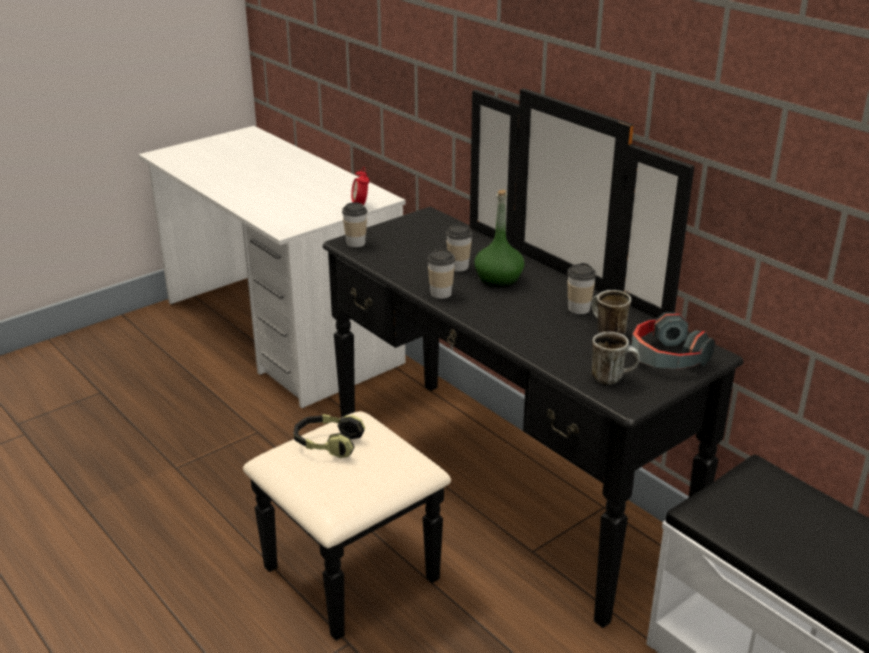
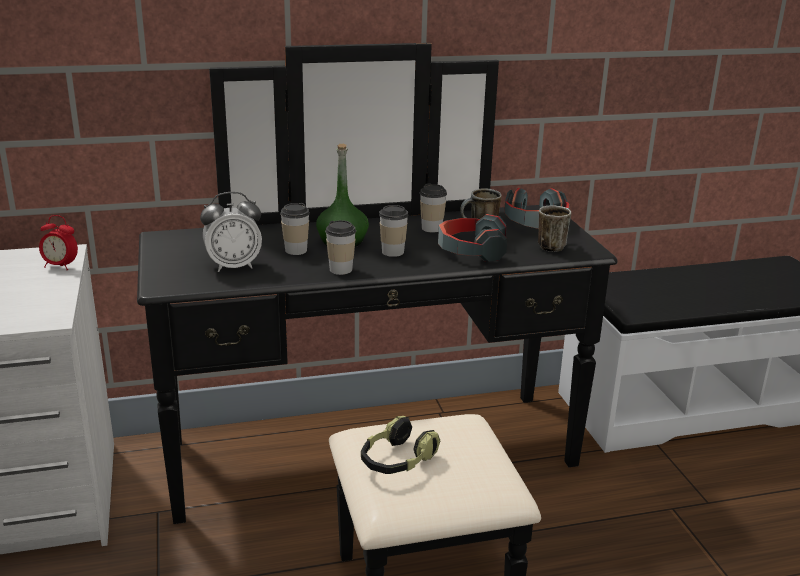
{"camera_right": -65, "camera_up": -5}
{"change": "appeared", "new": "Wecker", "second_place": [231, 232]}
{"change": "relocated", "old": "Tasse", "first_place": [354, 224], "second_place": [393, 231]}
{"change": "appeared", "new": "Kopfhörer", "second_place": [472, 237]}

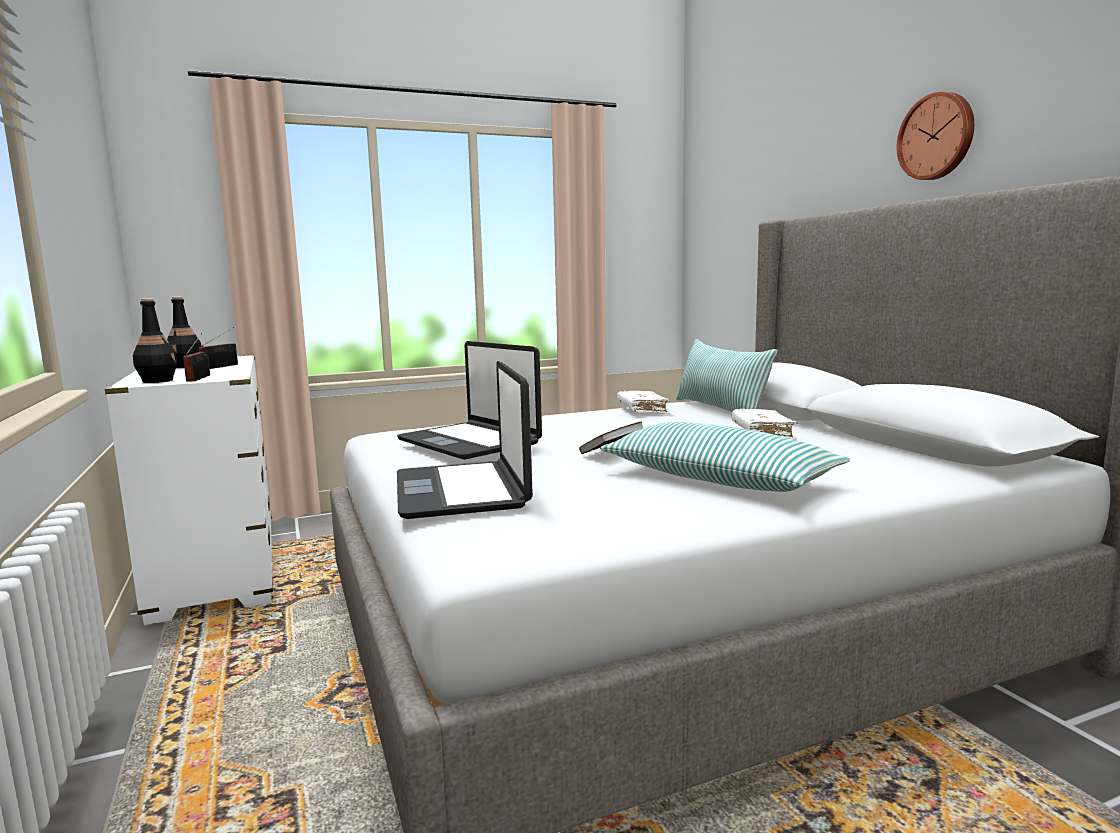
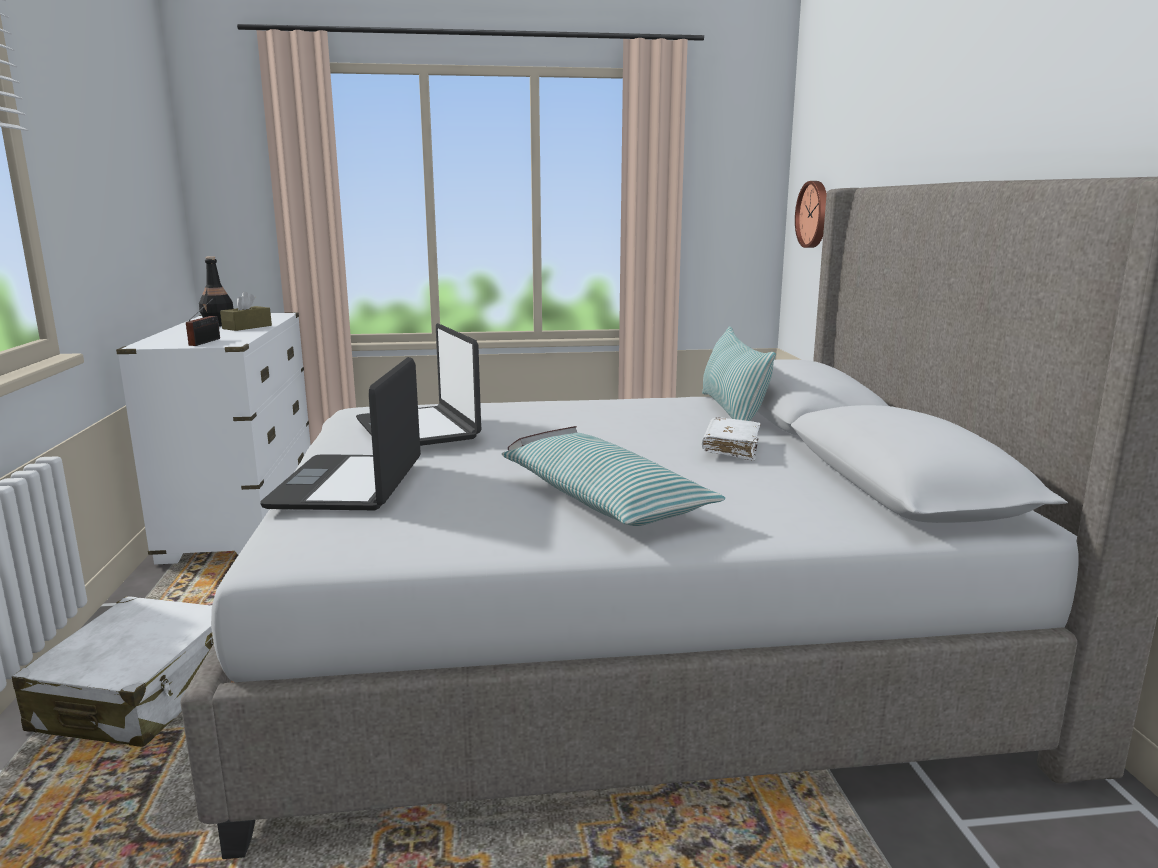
{"camera_right": 15, "camera_up": 5}
{"change": "appeared", "new": "Koffer (weiß)", "second_place": [112, 671]}
{"change": "exchanged", "old": "Radio", "new": "Taschentuchbox (braun)", "first_place": [218, 348], "second_place": [246, 311]}
{"change": "relocated", "old": "Wanduhr", "first_place": [935, 136], "second_place": [811, 214]}
{"change": "missing", "old": "Flasche (schwarz)", "first_place": [155, 340]}
{"change": "missing", "old": "Buch (weiß)", "first_place": [643, 402]}

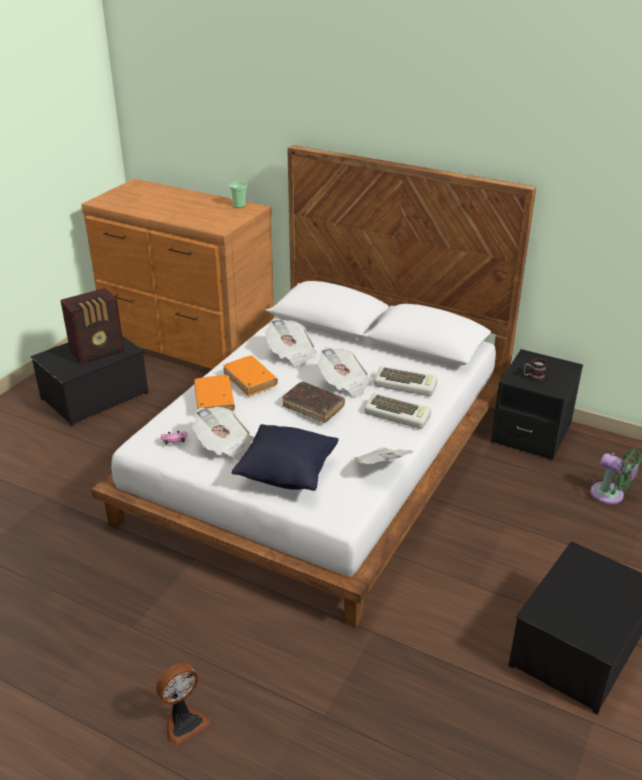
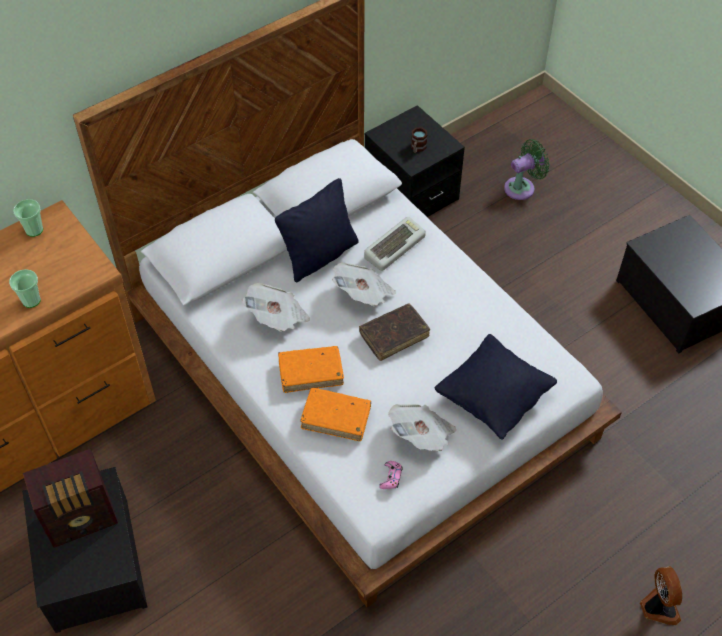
{"camera_right": -65, "camera_up": 20}
{"change": "appeared", "new": "Tasse", "second_place": [25, 288]}
{"change": "spun", "old": "Radio", "first_place": [92, 326], "second_place": [70, 498], "degrees": 75}
{"change": "appeared", "new": "Kissen (schwarz)", "second_place": [317, 230]}
{"change": "missing", "old": "Zeitung", "first_place": [384, 456]}
{"change": "missing", "old": "Tastatur", "first_place": [397, 411]}

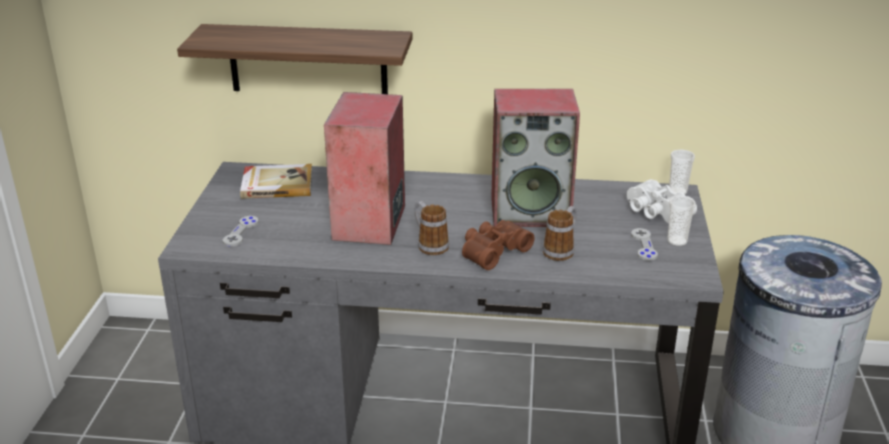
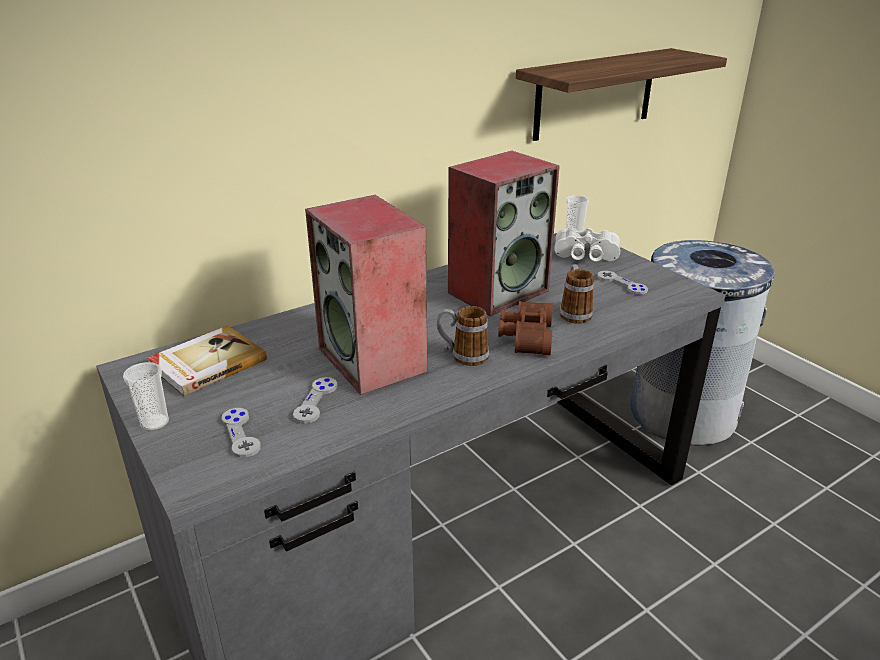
{"camera_right": -40, "camera_up": 0}
{"change": "relocated", "old": "Tasse", "first_place": [681, 221], "second_place": [146, 396]}
{"change": "appeared", "new": "Gamepad (grau)", "second_place": [315, 400]}
{"change": "relocated", "old": "Wandregal", "first_place": [294, 59], "second_place": [621, 94]}

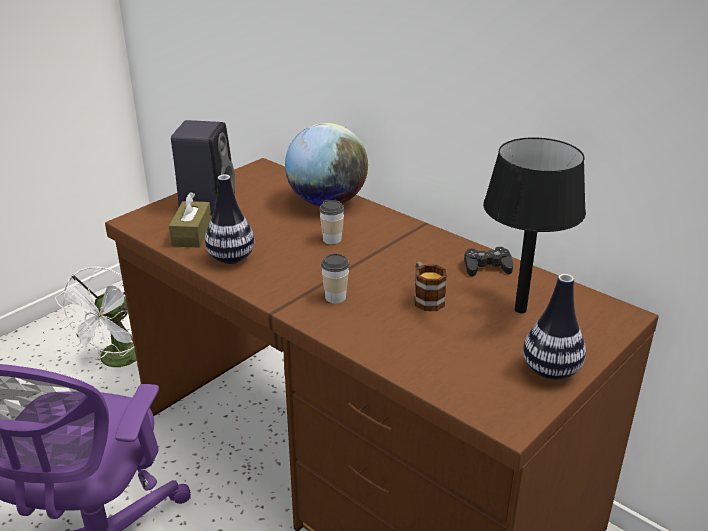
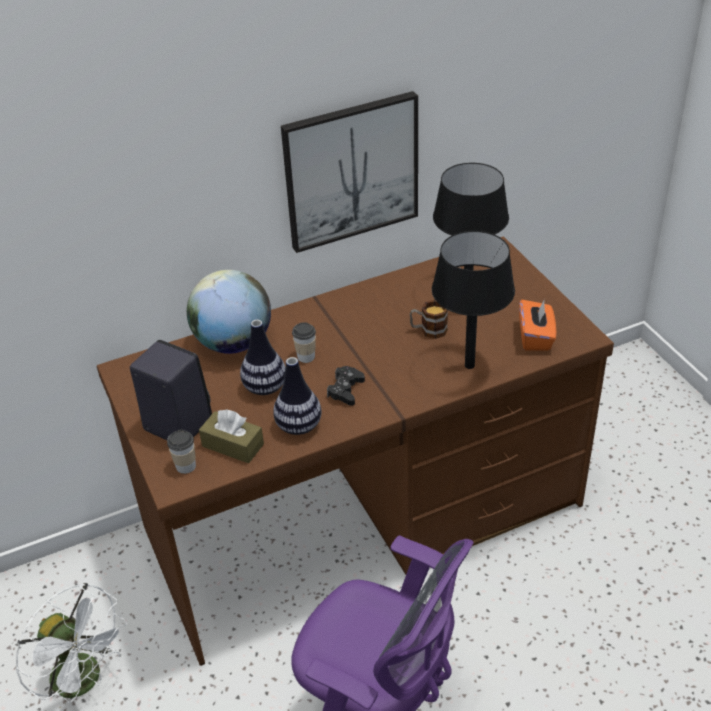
{"camera_right": -65, "camera_up": 10}
{"change": "relocated", "old": "Tasse", "first_place": [335, 278], "second_place": [181, 451]}
{"change": "relocated", "old": "Vase", "first_place": [554, 327], "second_place": [263, 357]}
{"change": "appeared", "new": "Bild", "second_place": [349, 172]}
{"change": "relocated", "old": "Gamepad (schwarz)", "first_place": [488, 261], "second_place": [346, 386]}
{"change": "appeared", "new": "Tischlampe (schwarz)", "second_place": [473, 300]}
{"change": "appeared", "new": "Taschentuchbox (orange)", "second_place": [537, 325]}

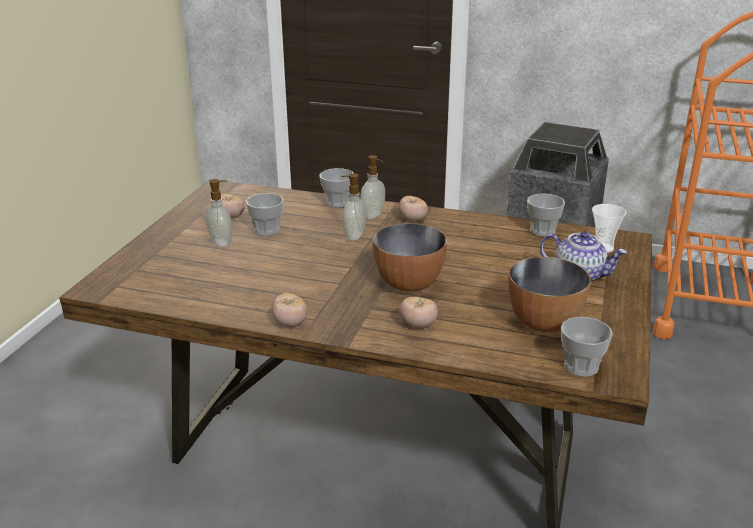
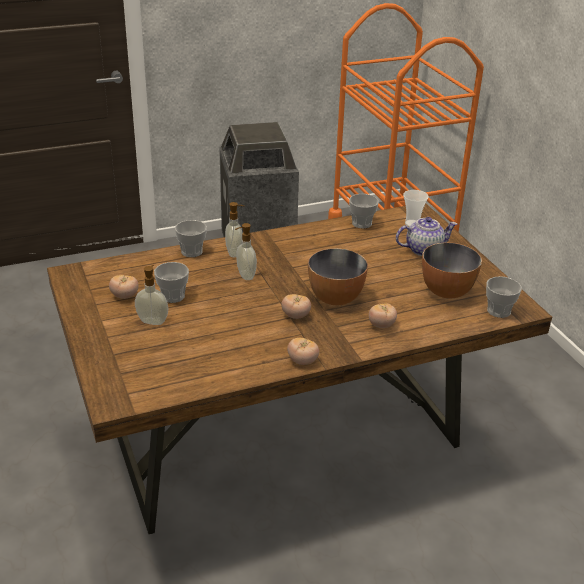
{"camera_right": -40, "camera_up": 5}
{"change": "relocated", "old": "Tomate", "first_place": [413, 208], "second_place": [296, 306]}

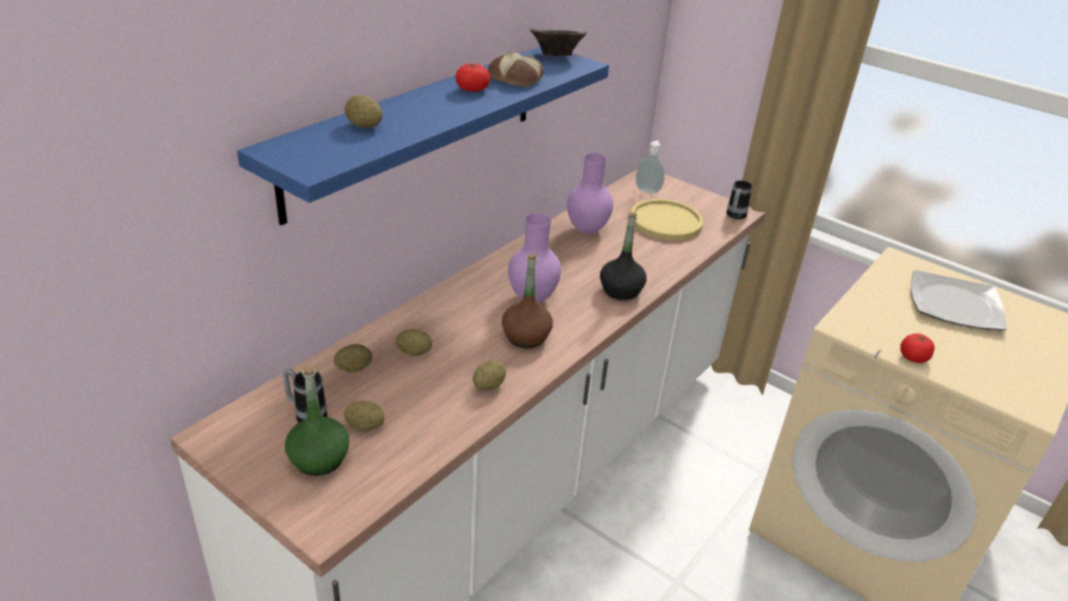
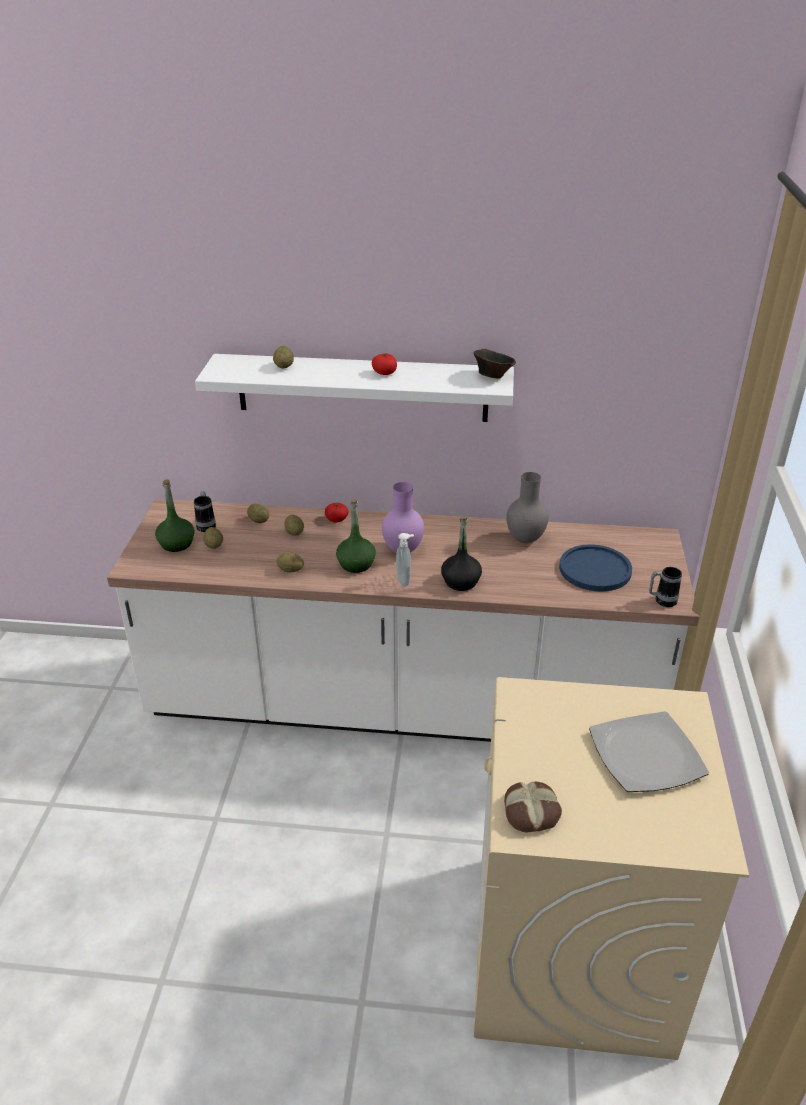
{"camera_right": 60, "camera_up": 0}
{"change": "colour", "old": "Wandregal (blau)", "new": "Wandregal (weiß)", "first_place": [423, 135], "second_place": [354, 388]}
{"change": "relocated", "old": "Tomate", "first_place": [917, 348], "second_place": [336, 513]}
{"change": "colour", "old": "Flasche (braun)", "new": "Flasche (grün)", "first_place": [527, 300], "second_place": [356, 536]}
{"change": "relocated", "old": "Seifenspender", "first_place": [650, 167], "second_place": [405, 559]}
{"change": "relocated", "old": "Brot", "first_place": [516, 69], "second_place": [533, 807]}
{"change": "colour", "old": "Vase (lila)", "new": "Vase (grau)", "first_place": [590, 193], "second_place": [527, 507]}
{"change": "colour", "old": "Teller (gelb)", "new": "Teller (blau)", "first_place": [667, 220], "second_place": [595, 567]}

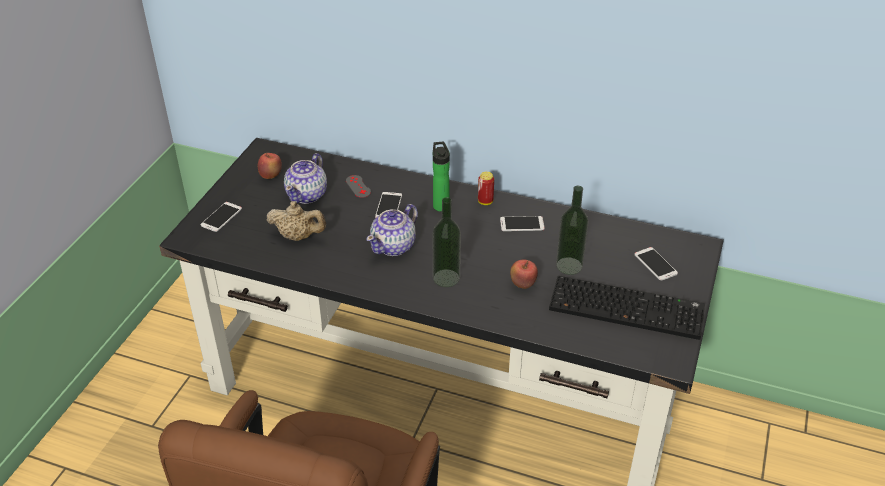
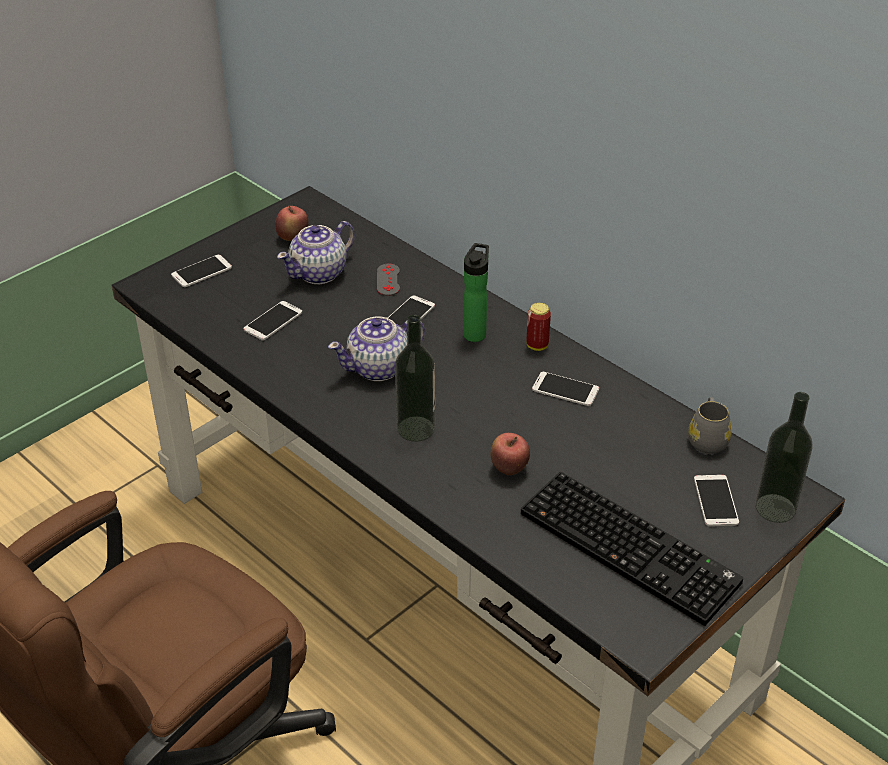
{"camera_right": 25, "camera_up": 0}
{"change": "exchanged", "old": "Teekanne (beige)", "new": "Handy", "first_place": [296, 221], "second_place": [272, 320]}
{"change": "appeared", "new": "Henkelbecher (grau)", "second_place": [709, 425]}
{"change": "relocated", "old": "Flasche", "first_place": [572, 230], "second_place": [784, 457]}

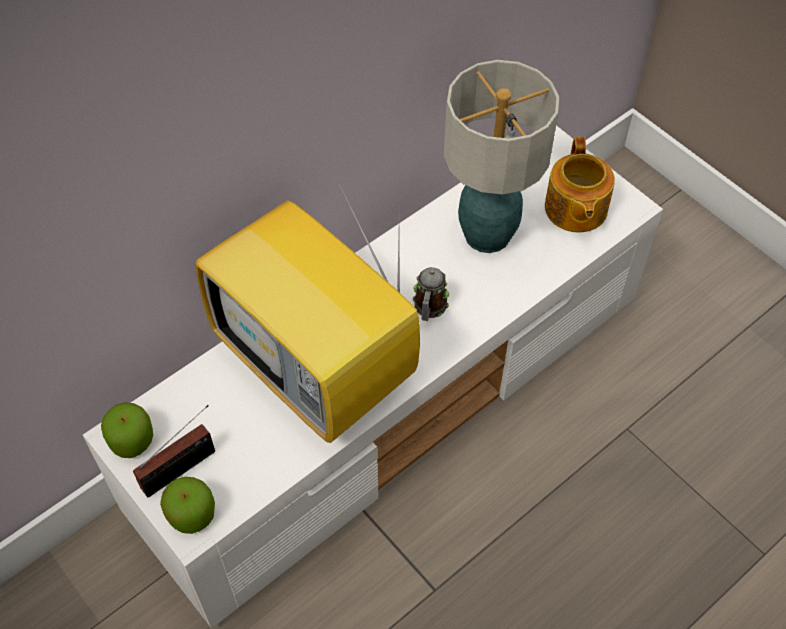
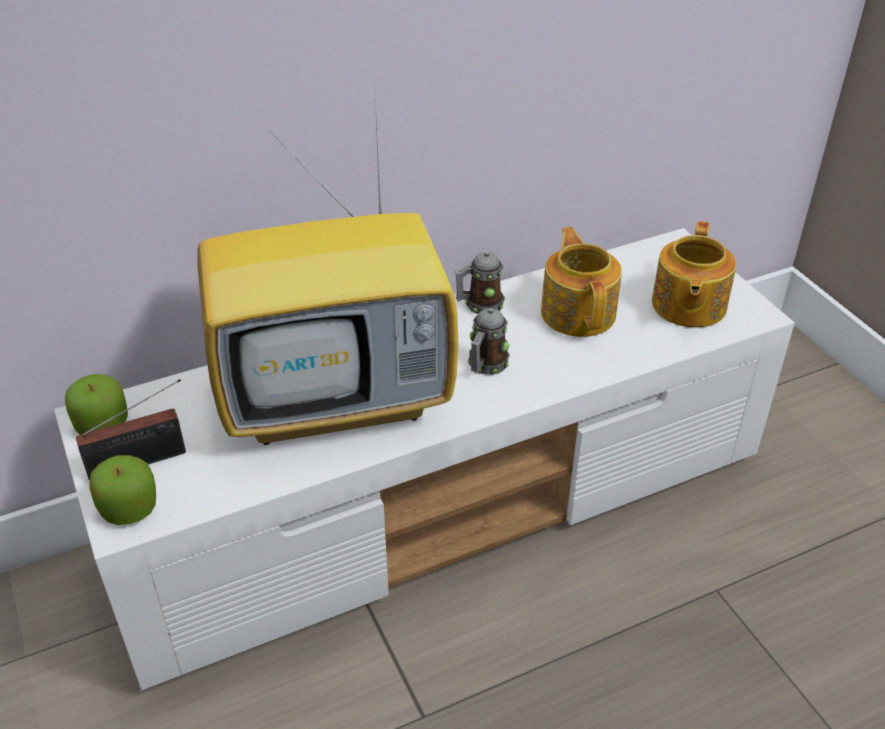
{"camera_right": 15, "camera_up": -15}
{"change": "spun", "old": "Fernseher", "first_place": [308, 310], "second_place": [328, 270], "degrees": -75}
{"change": "appeared", "new": "Henkelbecher", "second_place": [480, 283]}
{"change": "exchanged", "old": "Tischlampe", "new": "Teekanne", "first_place": [501, 156], "second_place": [581, 282]}

